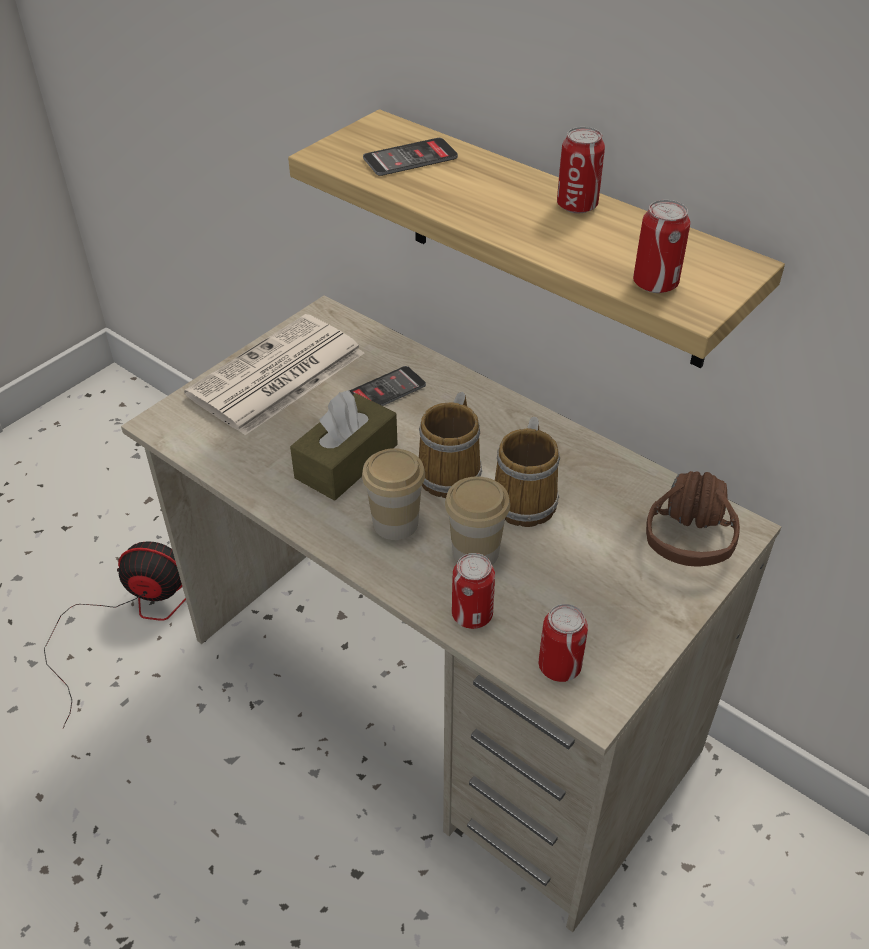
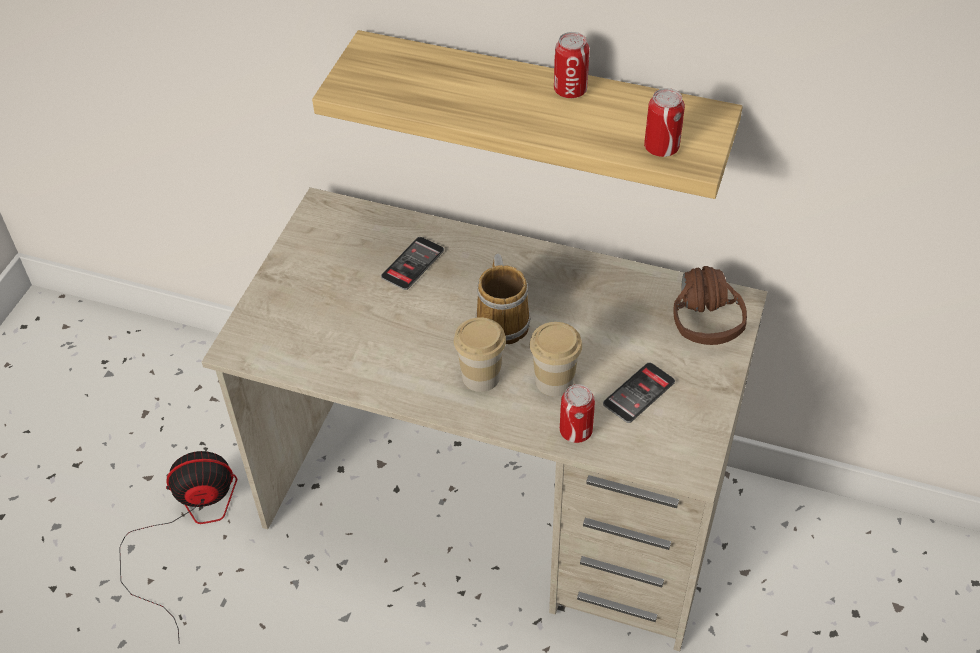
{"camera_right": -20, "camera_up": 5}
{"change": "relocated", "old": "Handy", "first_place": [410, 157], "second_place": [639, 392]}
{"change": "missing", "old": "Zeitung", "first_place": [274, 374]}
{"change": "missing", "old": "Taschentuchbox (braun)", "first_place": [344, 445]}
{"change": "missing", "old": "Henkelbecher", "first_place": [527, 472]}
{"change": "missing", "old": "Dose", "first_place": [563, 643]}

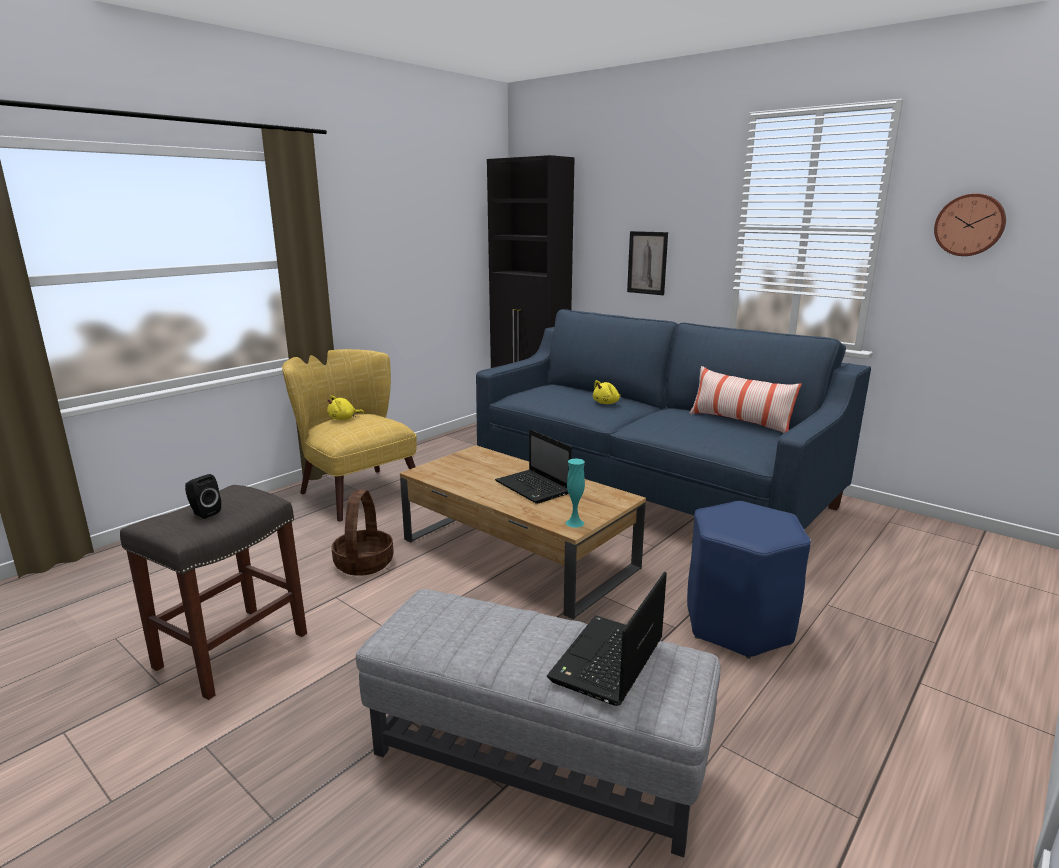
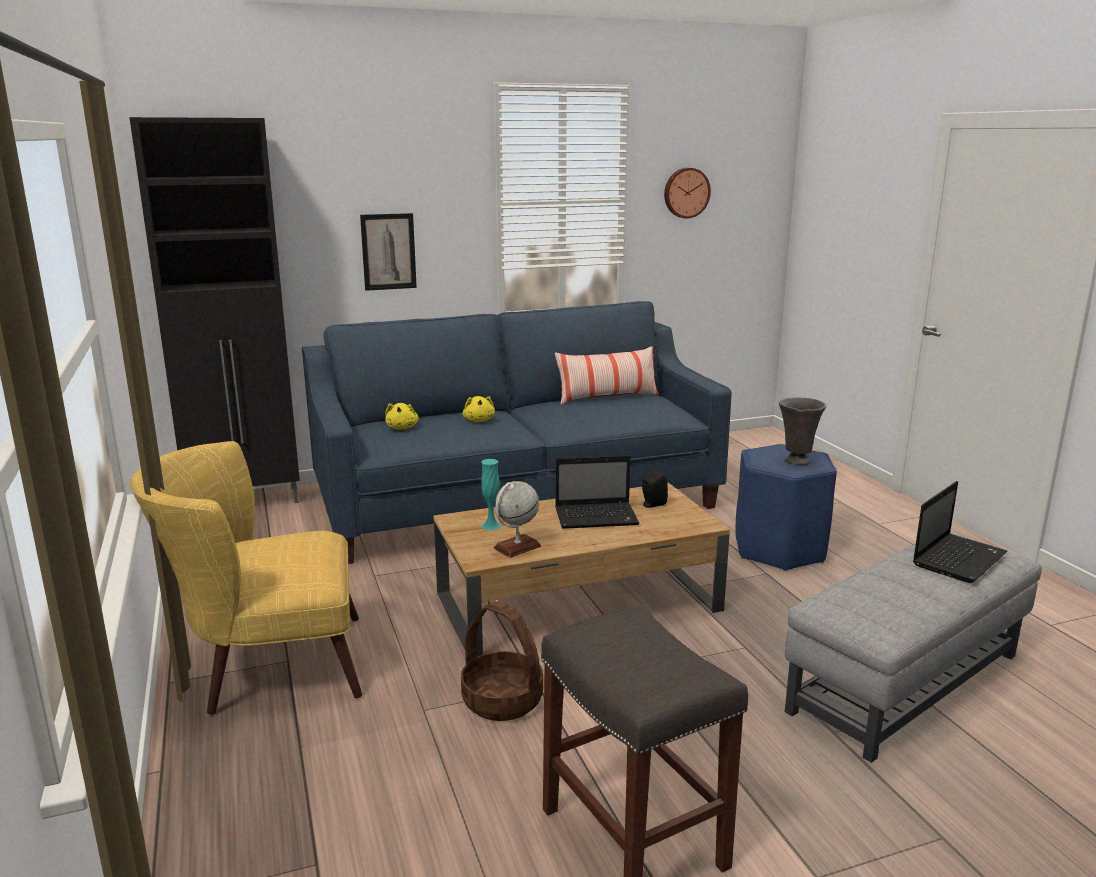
{"camera_right": -60, "camera_up": 0}
{"change": "relocated", "old": "Plüschtier (gelb)", "first_place": [345, 407], "second_place": [402, 416]}
{"change": "relocated", "old": "Vase (türkis)", "first_place": [575, 493], "second_place": [491, 494]}
{"change": "appeared", "new": "Globus", "second_place": [517, 519]}
{"change": "relocated", "old": "Lautsprecher (schwarz)", "first_place": [203, 496], "second_place": [655, 488]}
{"change": "appeared", "new": "Vase (grau)", "second_place": [802, 431]}
{"change": "spun", "old": "Laptop", "first_place": [607, 639], "second_place": [960, 532], "degrees": -105}

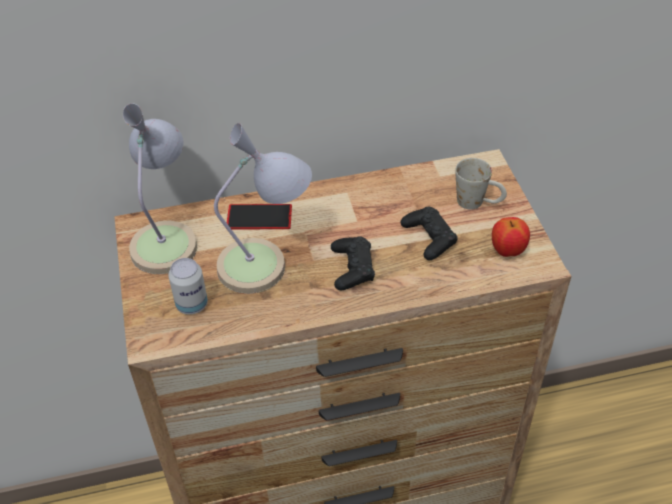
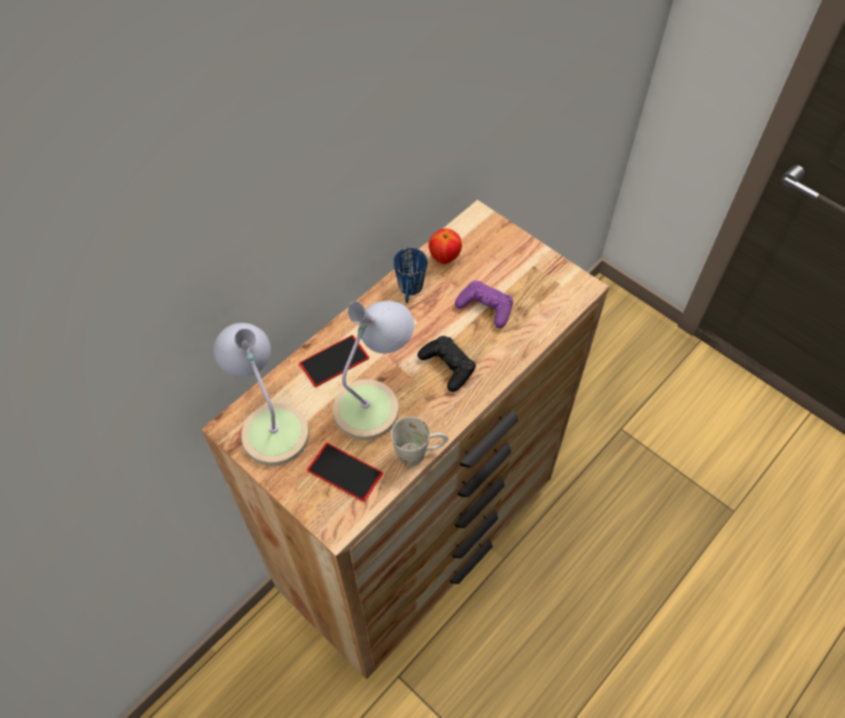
{"camera_right": -35, "camera_up": 10}
{"change": "exchanged", "old": "Dose", "new": "Handy", "first_place": [188, 286], "second_place": [345, 472]}
{"change": "relocated", "old": "Henkelbecher (weiß)", "first_place": [481, 184], "second_place": [420, 441]}
{"change": "appeared", "new": "Henkelbecher (blau)", "second_place": [410, 275]}
{"change": "relocated", "old": "Apfel", "first_place": [511, 237], "second_place": [445, 246]}
{"change": "colour", "old": "Gamepad (schwarz)", "new": "Gamepad (lila)", "first_place": [429, 233], "second_place": [484, 304]}

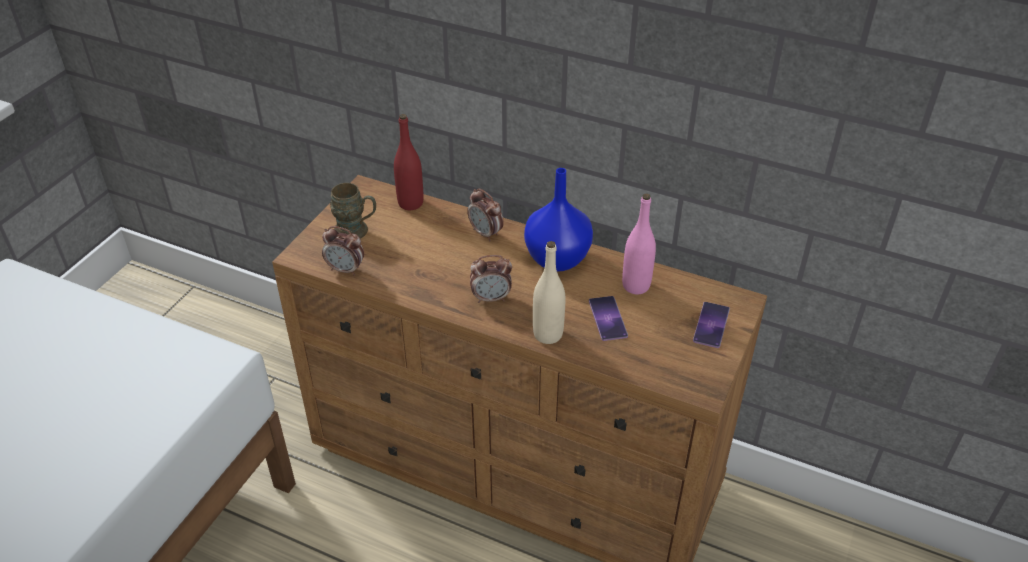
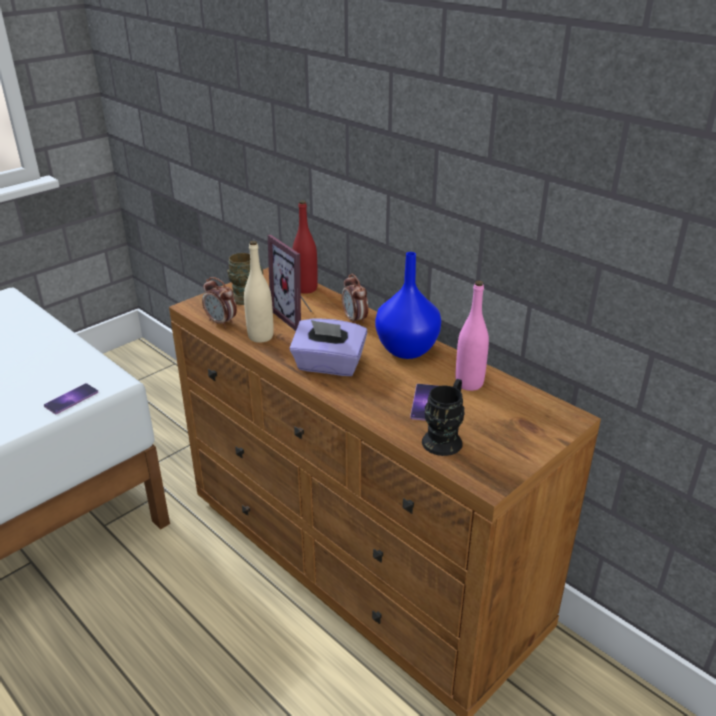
{"camera_right": 20, "camera_up": -10}
{"change": "relocated", "old": "Handy", "first_place": [711, 325], "second_place": [71, 398]}
{"change": "relocated", "old": "Flasche (beige)", "first_place": [549, 292], "second_place": [259, 292]}
{"change": "appeared", "new": "Bilderrahmen", "second_place": [290, 283]}
{"change": "exchanged", "old": "Wecker", "new": "Taschentuchbox (lila)", "first_place": [491, 279], "second_place": [328, 347]}
{"change": "appeared", "new": "Henkelbecher (schwarz)", "second_place": [443, 417]}

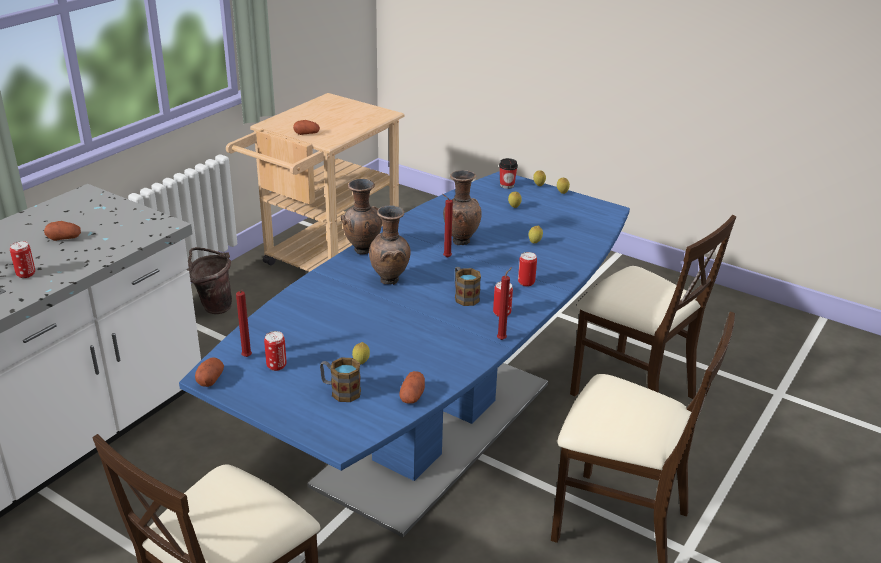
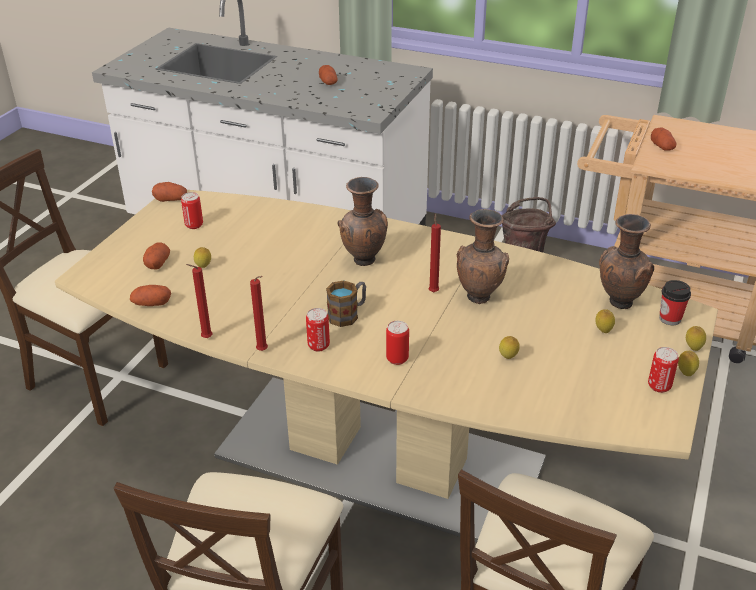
{"camera_right": 80, "camera_up": 5}
{"change": "colour", "old": "Esstisch (blau)", "new": "Esstisch (beige)", "first_place": [404, 354], "second_place": [386, 366]}
{"change": "exchanged", "old": "Henkelbecher", "new": "Kartoffel", "first_place": [340, 379], "second_place": [156, 256]}
{"change": "relocated", "old": "Kerze (rot)", "first_place": [244, 323], "second_place": [199, 301]}
{"change": "relocated", "old": "Vase (braun)", "first_place": [361, 216], "second_place": [626, 261]}
{"change": "relocated", "old": "Dose", "first_place": [22, 259], "second_place": [663, 370]}

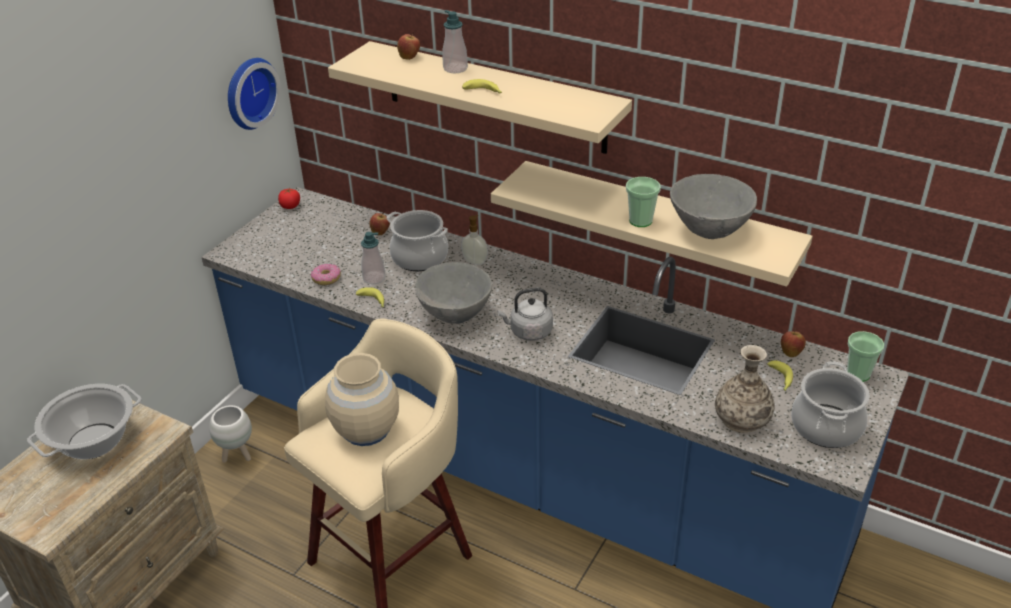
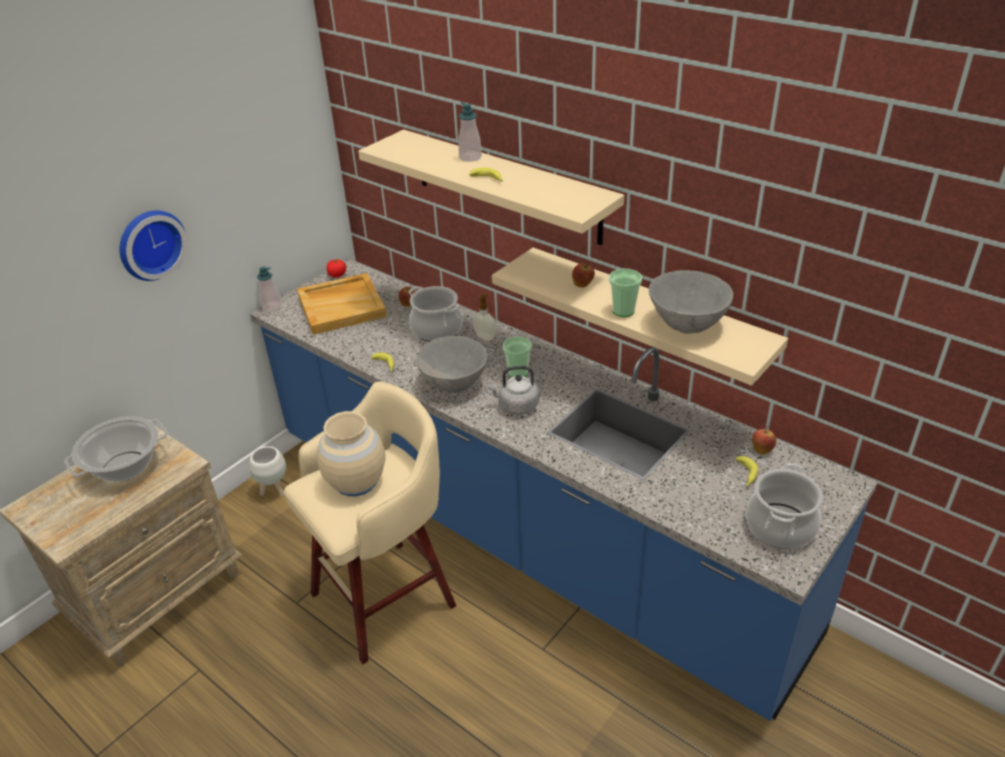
{"camera_right": 10, "camera_up": 0}
{"change": "relocated", "old": "Wanduhr", "first_place": [254, 94], "second_place": [153, 245]}
{"change": "relocated", "old": "Seifenspender", "first_place": [373, 258], "second_place": [269, 289]}
{"change": "appeared", "new": "Tablett (beige)", "second_place": [342, 304]}
{"change": "relocated", "old": "Tasse", "first_place": [865, 356], "second_place": [517, 357]}
{"change": "relocated", "old": "Apfel", "first_place": [408, 46], "second_place": [583, 275]}
{"change": "missing", "old": "Donut", "first_place": [326, 274]}
{"change": "missing", "old": "Vase", "first_place": [745, 389]}

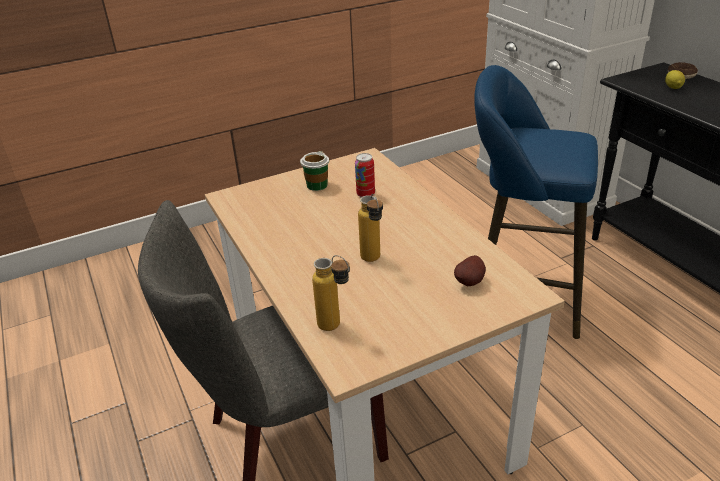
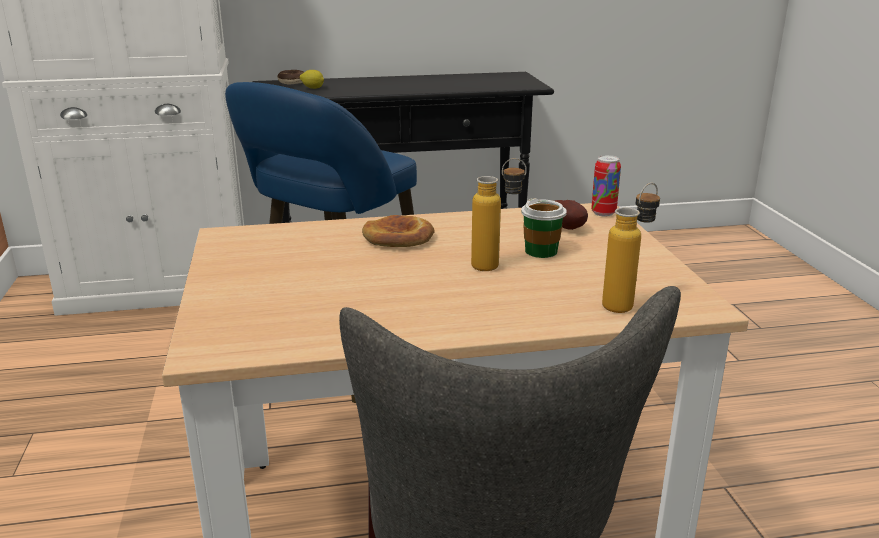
{"camera_right": -75, "camera_up": -10}
{"change": "appeared", "new": "Brot", "second_place": [398, 231]}
{"change": "relocated", "old": "Tasse", "first_place": [314, 171], "second_place": [544, 228]}
{"change": "relocated", "old": "Dose", "first_place": [365, 175], "second_place": [606, 185]}

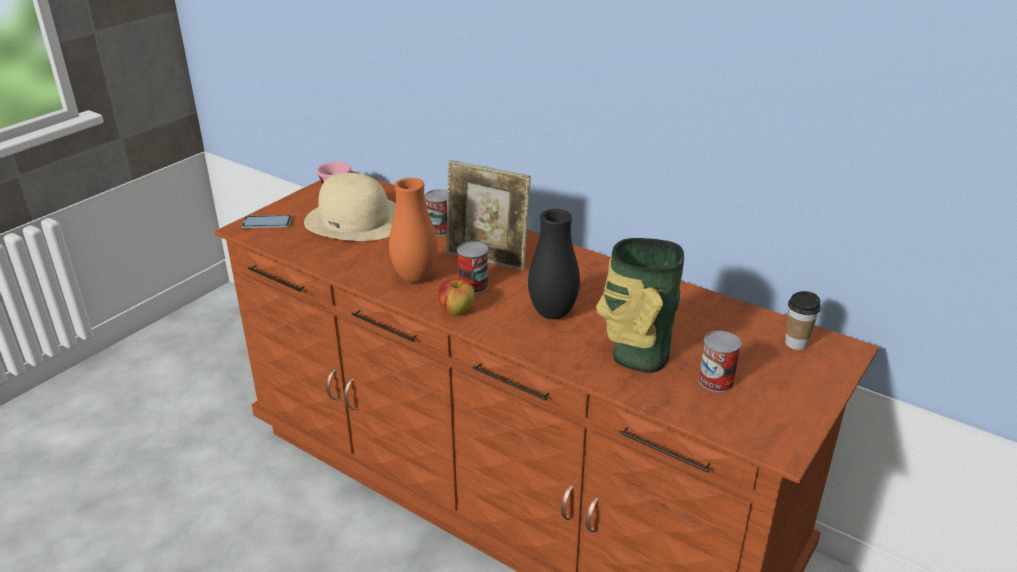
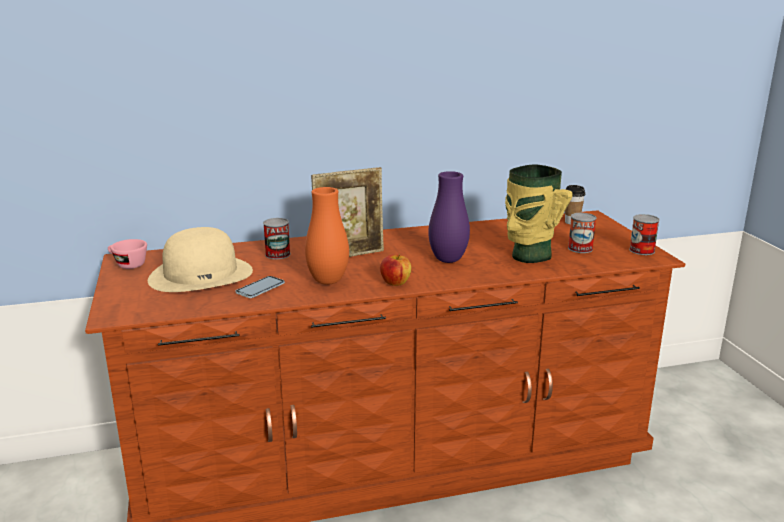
{"camera_right": -50, "camera_up": -10}
{"change": "relocated", "old": "Handy", "first_place": [266, 221], "second_place": [260, 287]}
{"change": "colour", "old": "Vase (schwarz)", "new": "Vase (lila)", "first_place": [554, 264], "second_place": [449, 217]}
{"change": "relocated", "old": "Dose", "first_place": [473, 267], "second_place": [644, 234]}

